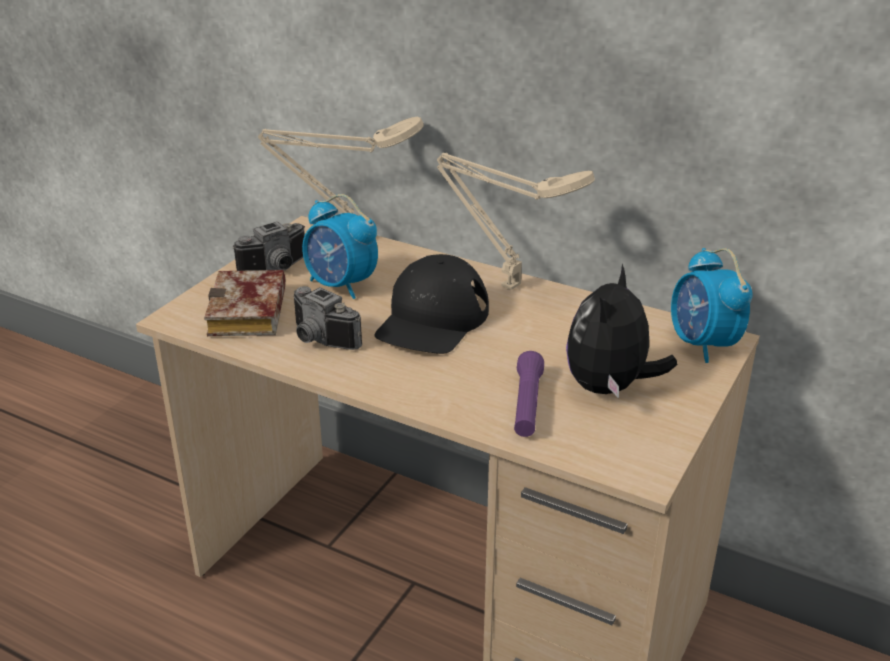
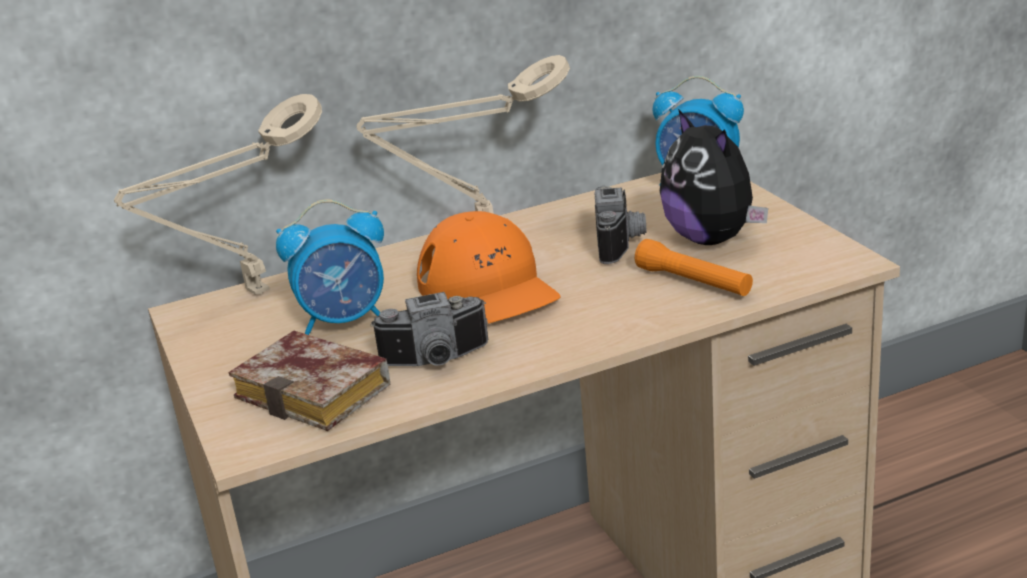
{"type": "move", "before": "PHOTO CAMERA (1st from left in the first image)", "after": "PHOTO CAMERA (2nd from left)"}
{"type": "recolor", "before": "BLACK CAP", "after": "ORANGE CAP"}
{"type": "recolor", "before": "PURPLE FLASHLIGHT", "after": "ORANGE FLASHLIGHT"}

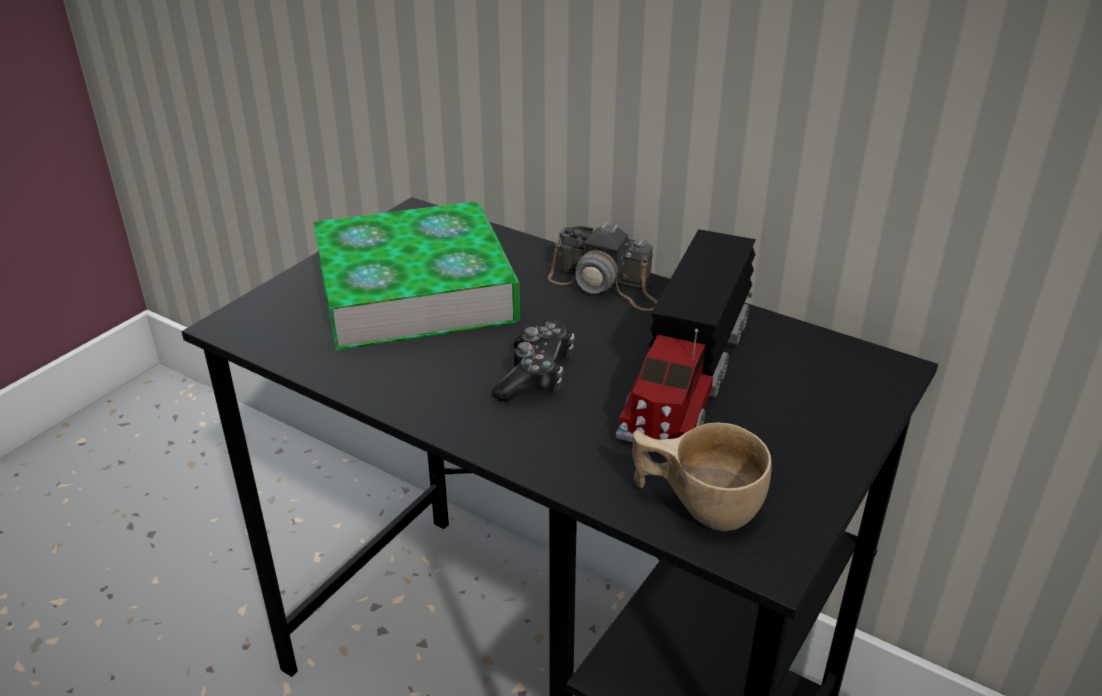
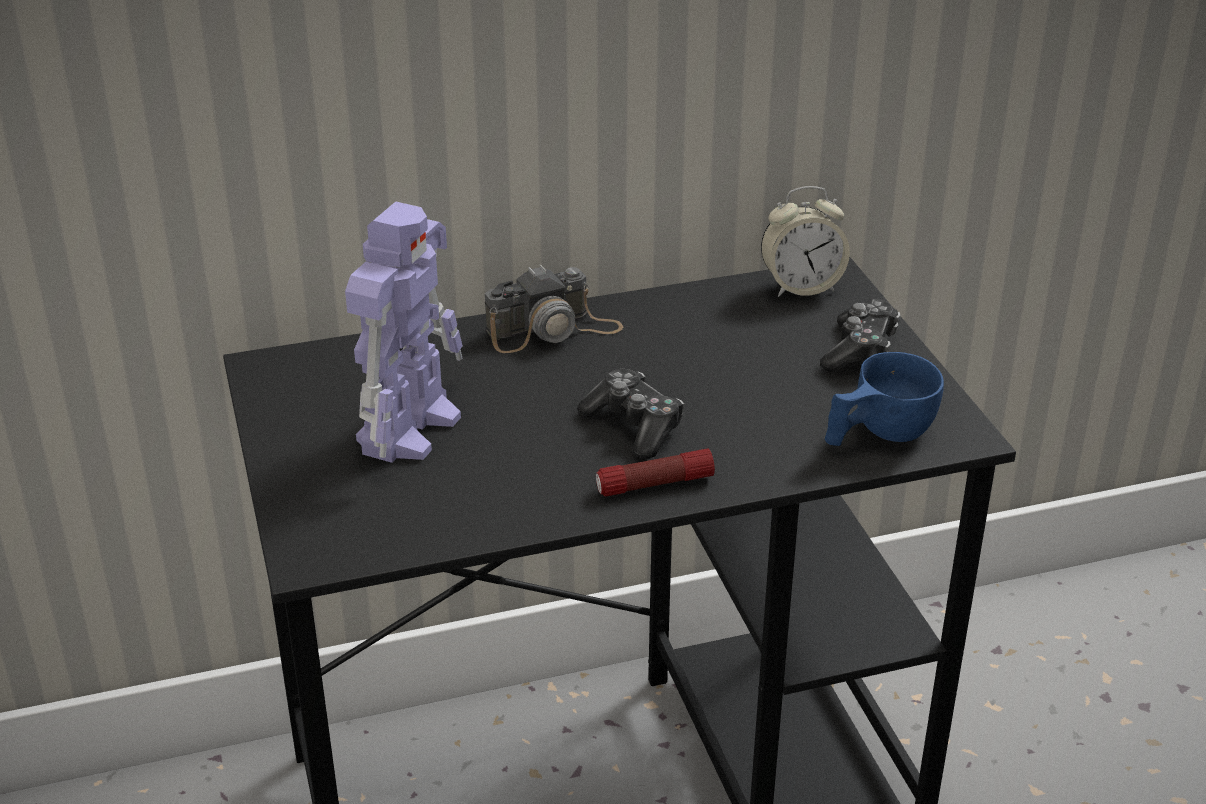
{"type": "replace", "before": "BOOK", "after": "TOY ROBOT"}
{"type": "delete", "before": "TOY TRUCK"}
{"type": "recolor", "before": "BEIGE CUP", "after": "BLUE CUP"}
{"type": "insert", "after": "FLASHLIGHT"}
{"type": "insert", "after": "ALARM CLOCK"}
{"type": "insert", "after": "GAME CONTROLLER (2nd from left)"}

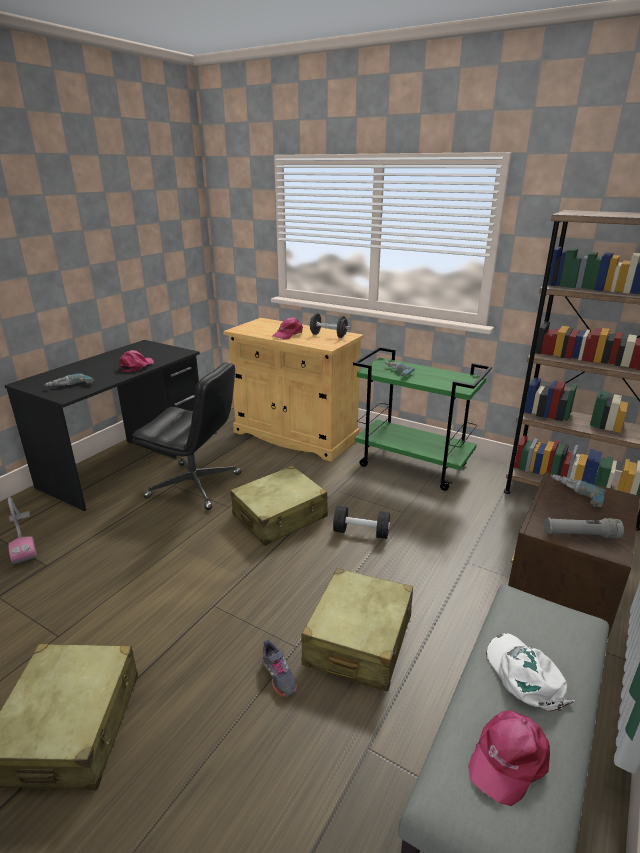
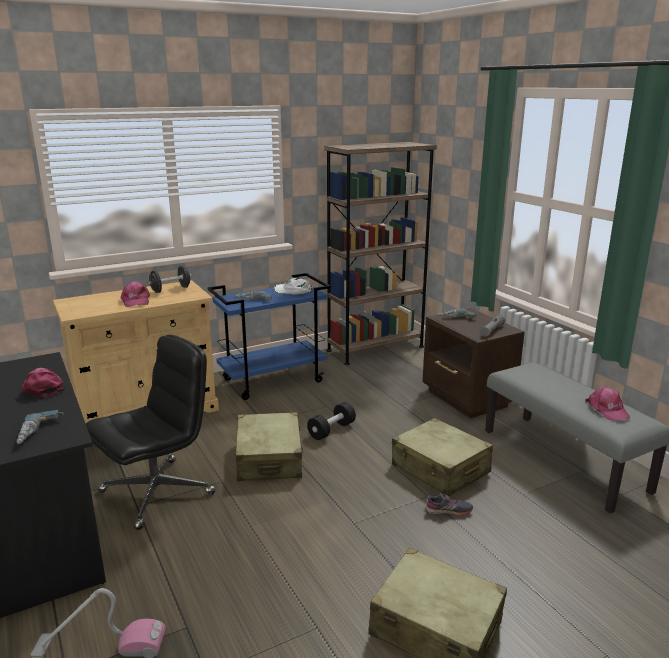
{"type": "recolor", "before": "GREEN CART", "after": "BLUE CART"}
{"type": "move", "before": "WHITE CAP"}

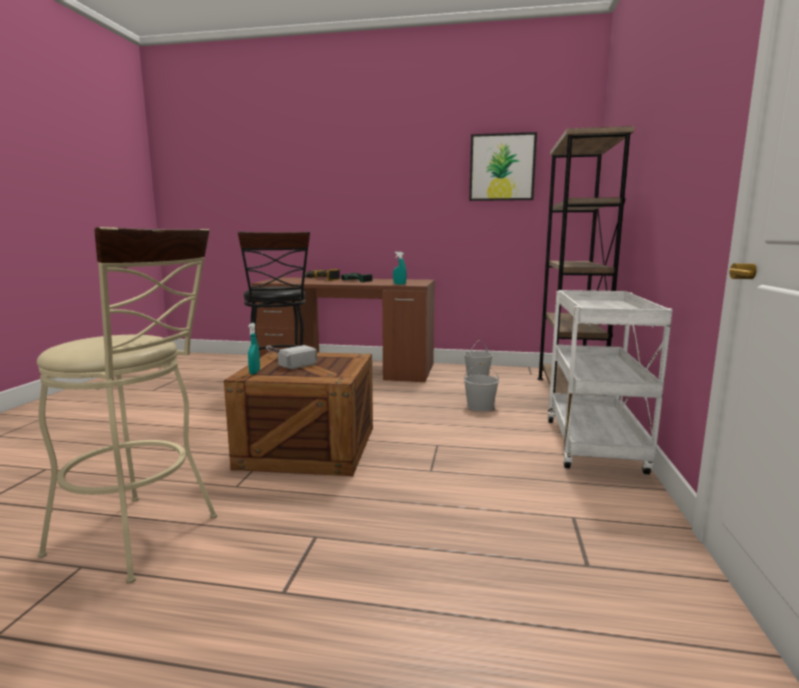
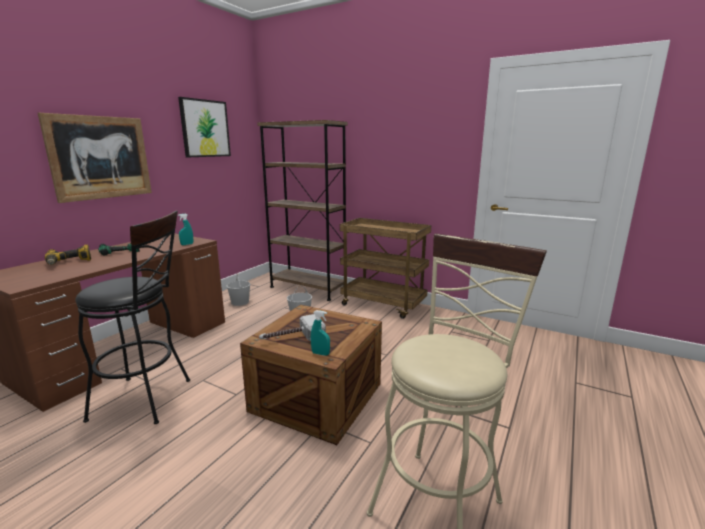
{"type": "recolor", "before": "WHITE CART", "after": "BROWN CART"}
{"type": "insert", "after": "PICTURE (1st from left)"}

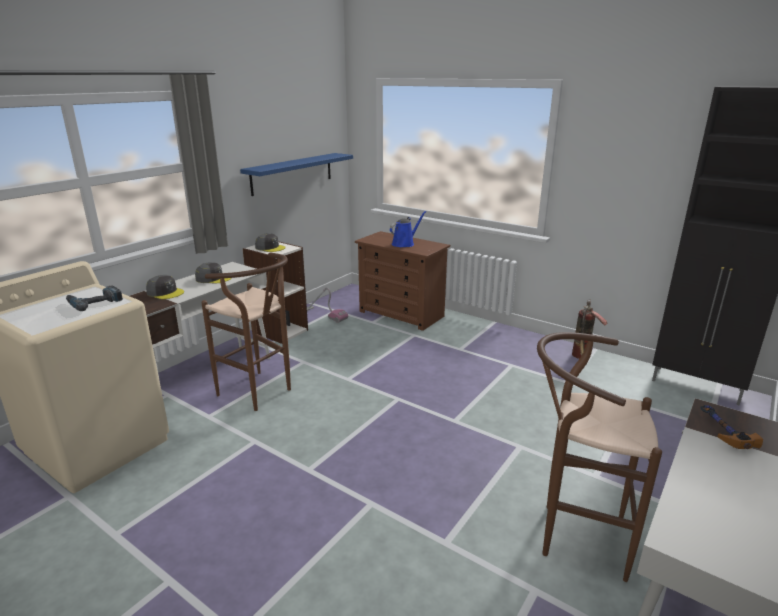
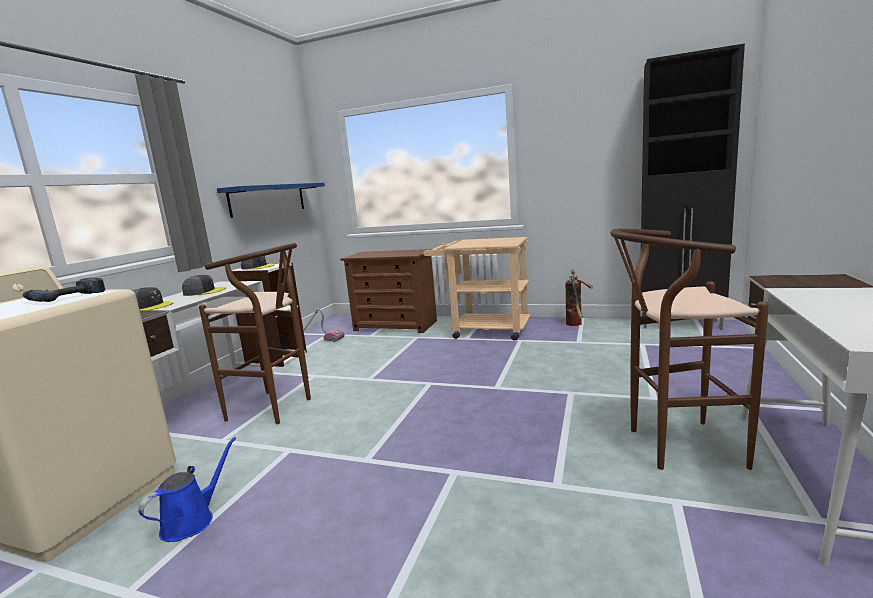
{"type": "move", "before": "BLUE WATERING CAN"}
{"type": "delete", "before": "HAMMER"}
{"type": "insert", "after": "BEIGE CART"}

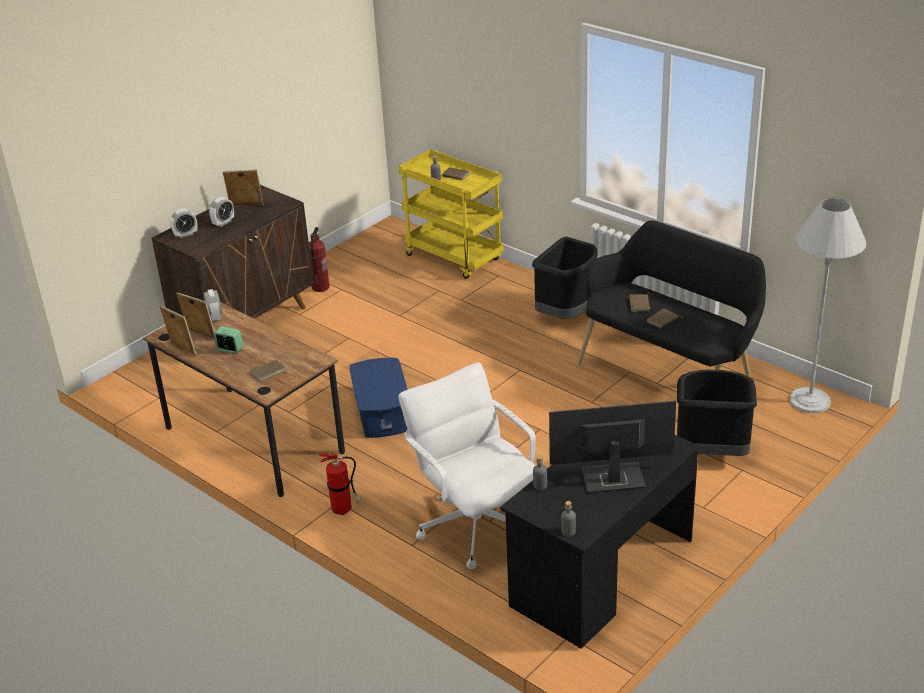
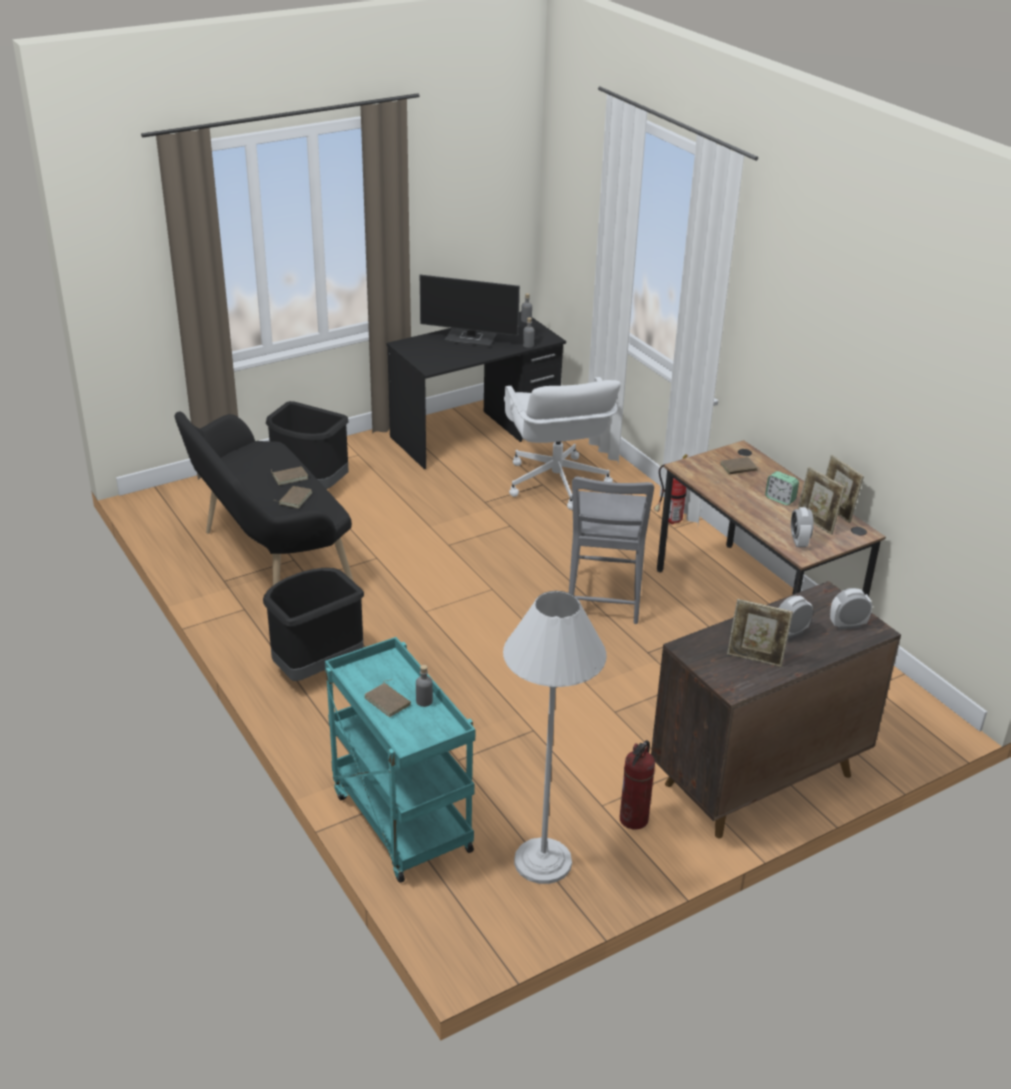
{"type": "replace", "before": "BLUE STORAGE BOX", "after": "GREY CHAIR"}
{"type": "recolor", "before": "YELLOW CART", "after": "TURQUOISE CART"}
{"type": "move", "before": "WHITE FLOOR LAMP"}

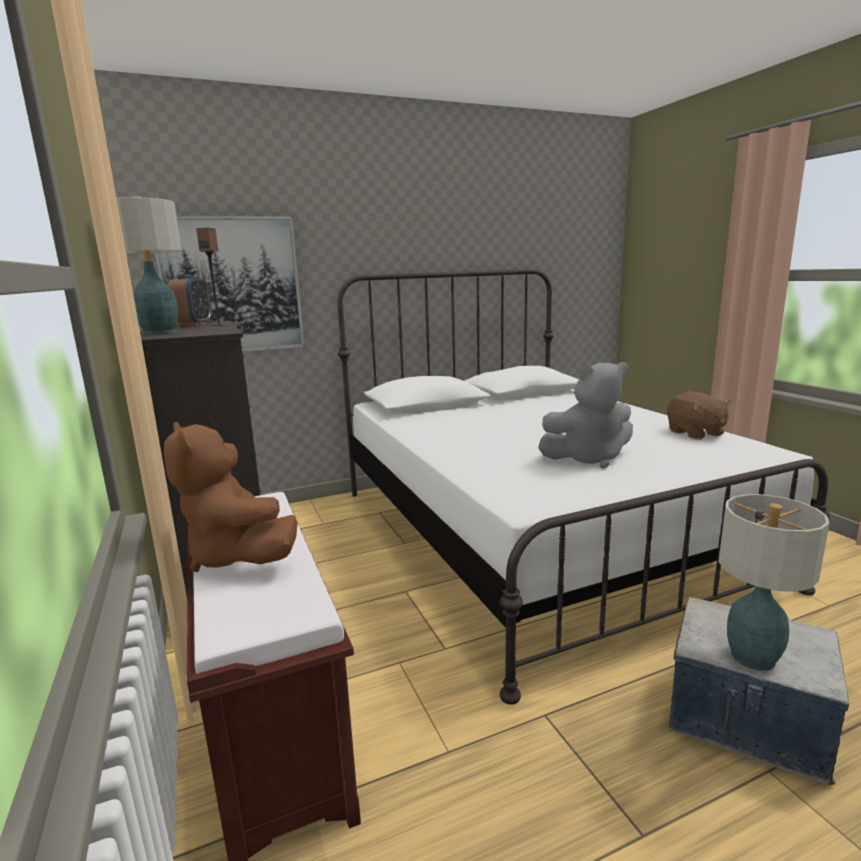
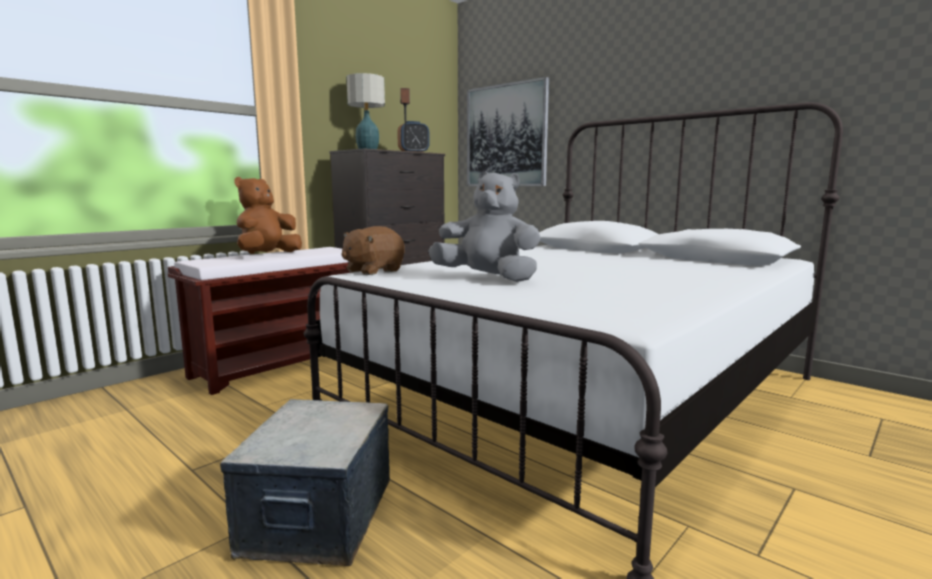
{"type": "rotate", "before": "GREY PLUSH TOY", "turn": 150}
{"type": "move", "before": "BROWN PLUSH TOY (2nd from left)"}
{"type": "delete", "before": "TABLE LAMP (2nd from left)"}

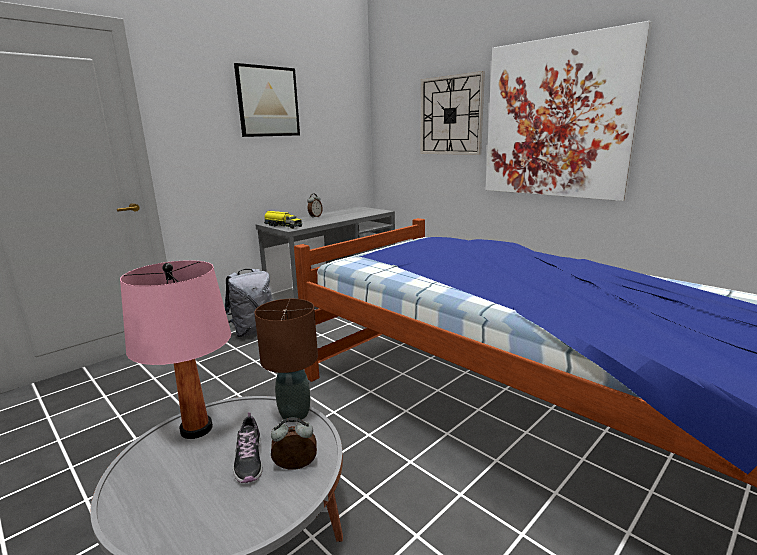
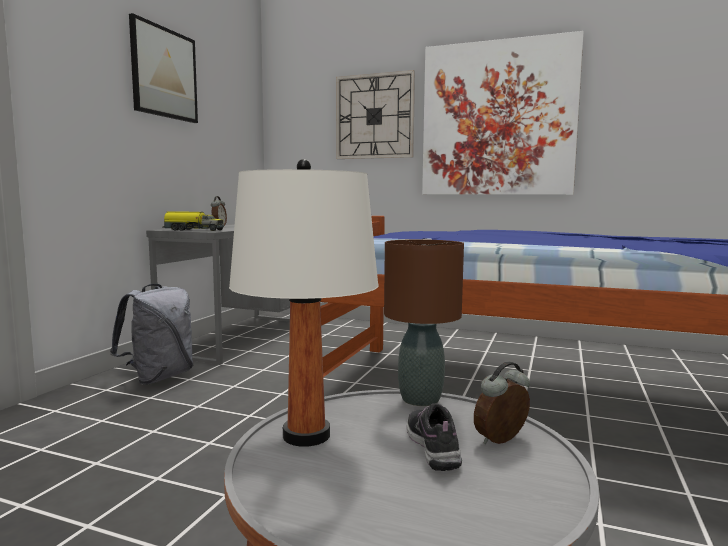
{"type": "recolor", "before": "PINK TABLE LAMP", "after": "WHITE TABLE LAMP"}
{"type": "rotate", "before": "SHOE", "turn": -150}

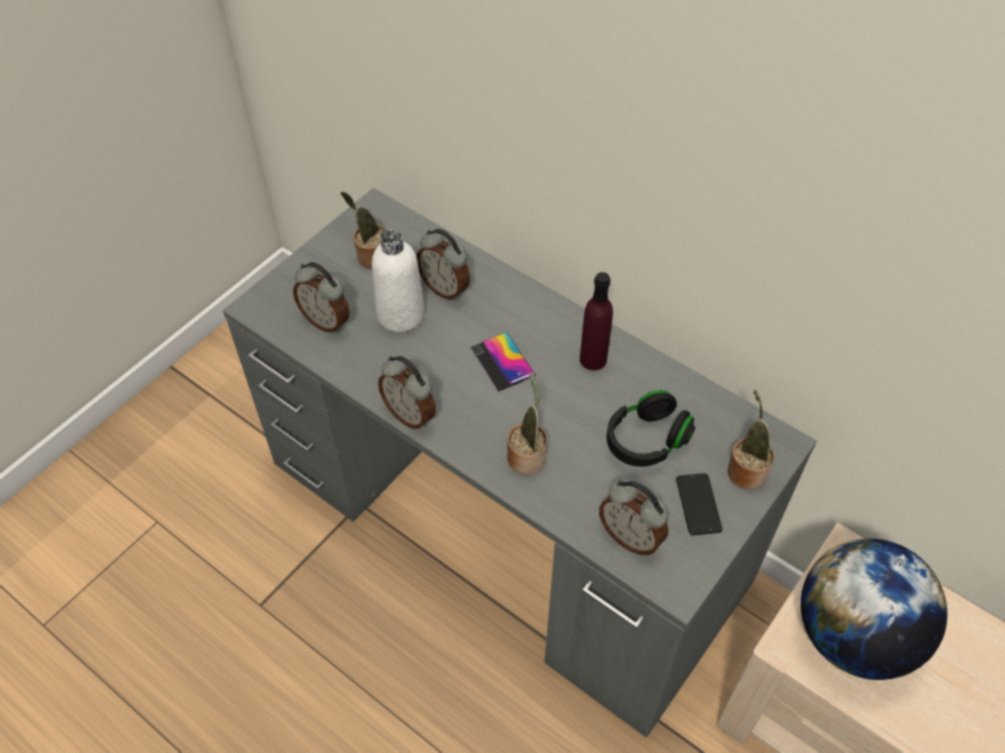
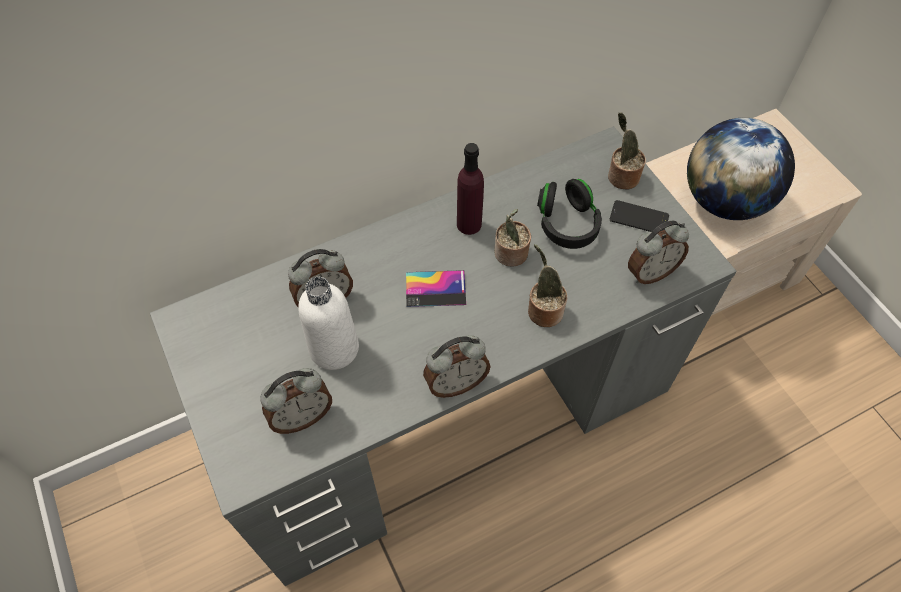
{"type": "move", "before": "POTTED PLANT (1st from left)"}

